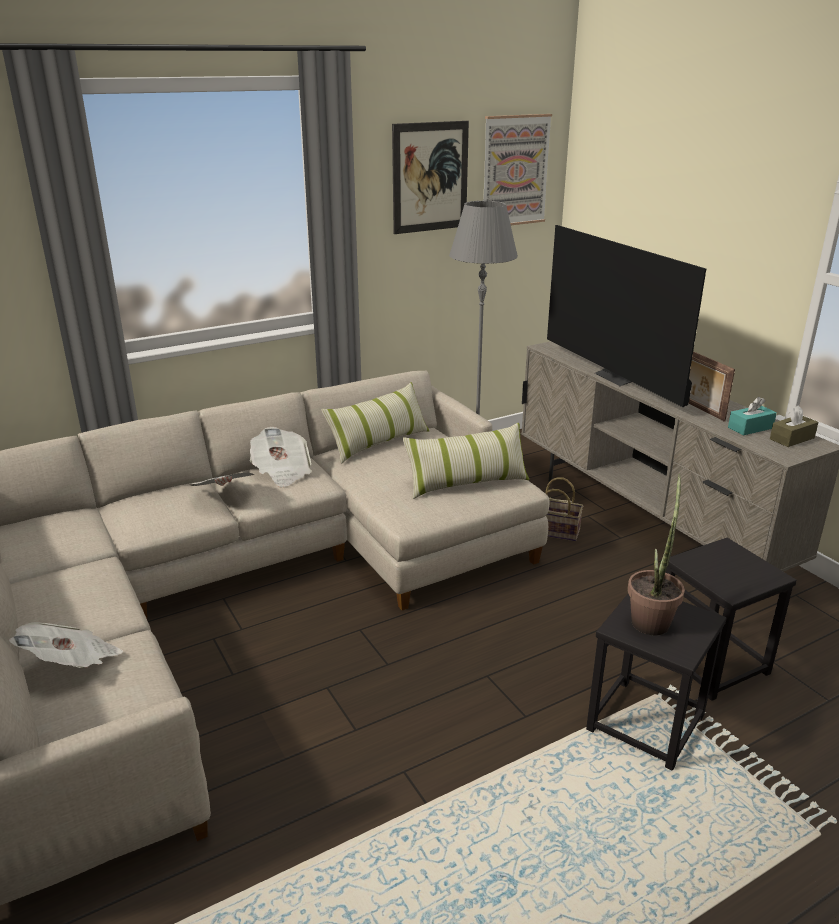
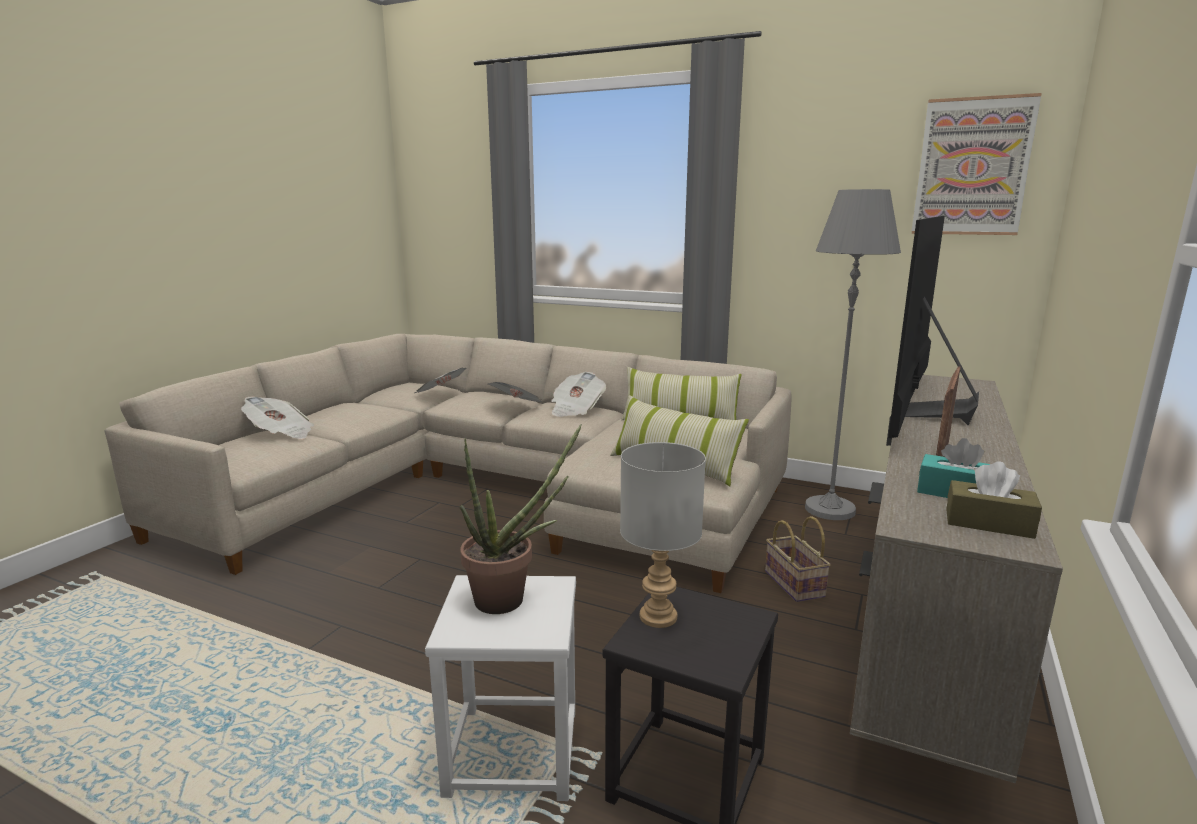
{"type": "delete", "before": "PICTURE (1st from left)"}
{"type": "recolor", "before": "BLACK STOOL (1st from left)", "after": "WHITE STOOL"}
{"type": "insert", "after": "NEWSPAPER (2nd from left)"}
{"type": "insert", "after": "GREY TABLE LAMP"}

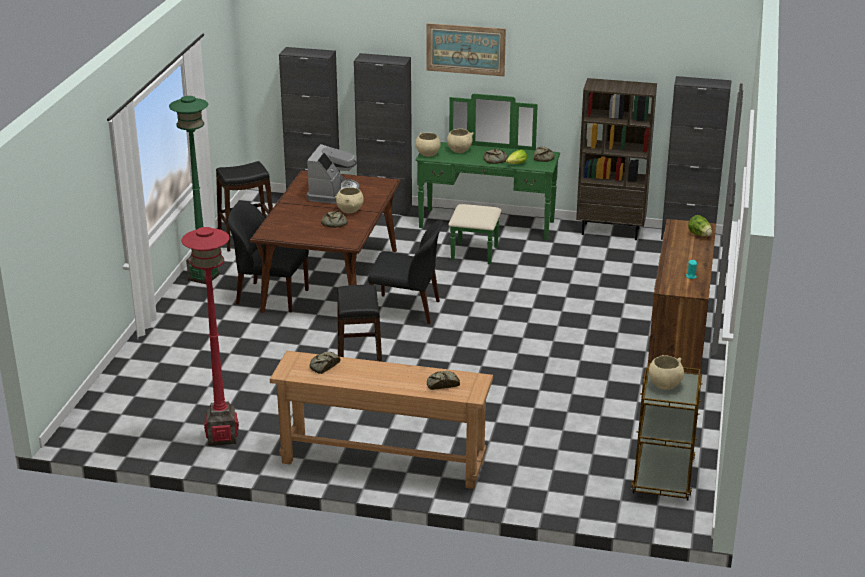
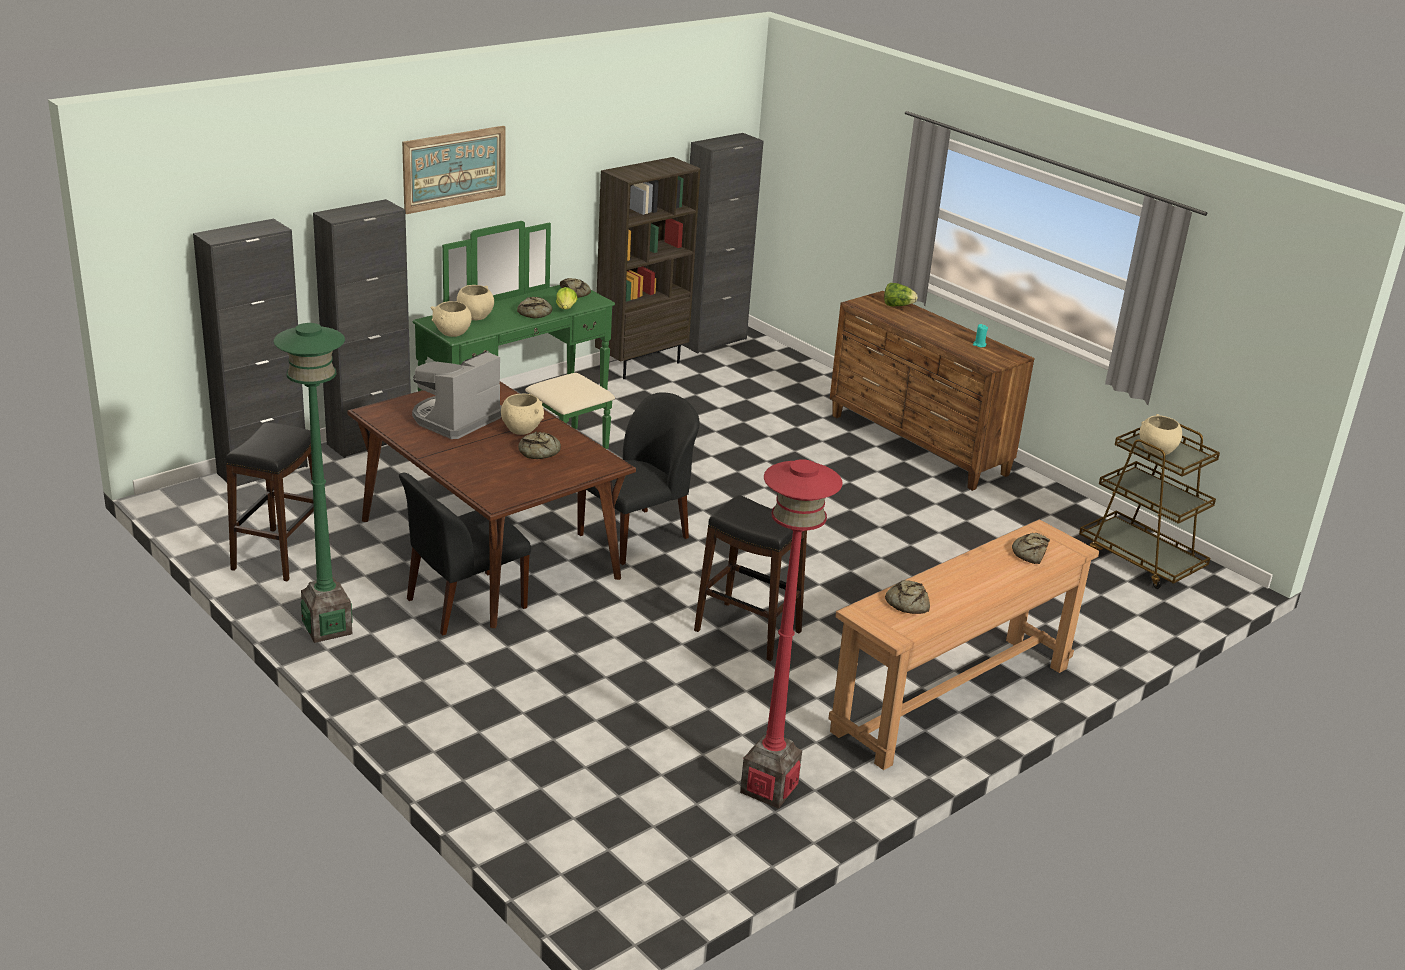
{"type": "rotate", "before": "COFFEE MACHINE", "turn": -105}

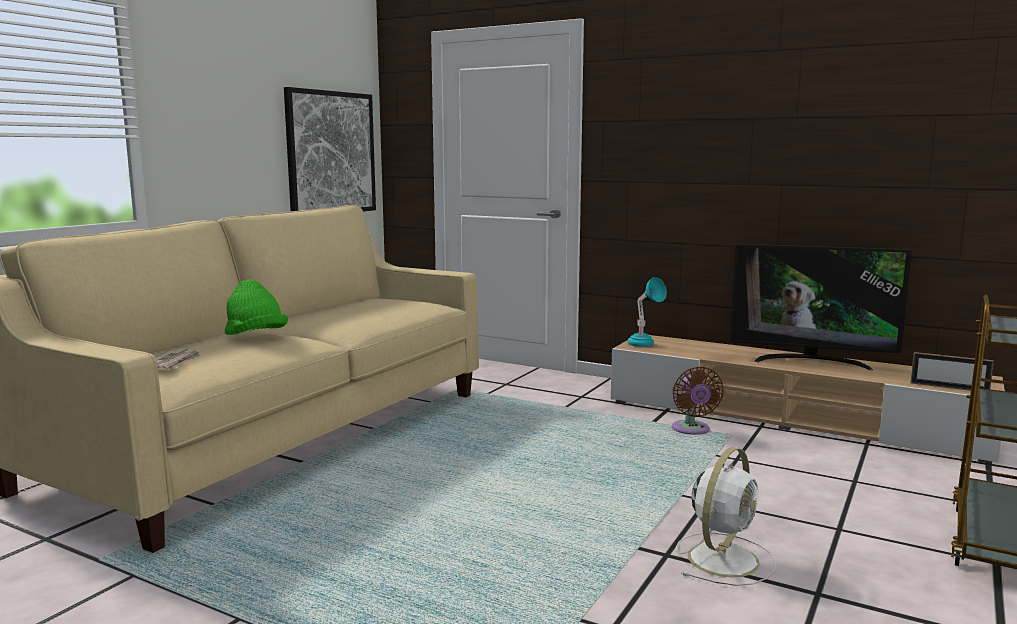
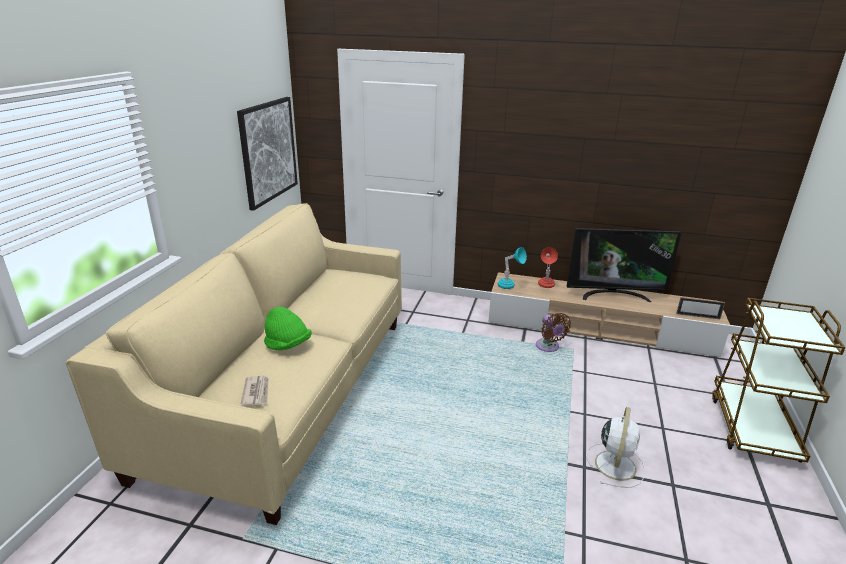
{"type": "insert", "after": "RED TABLE LAMP"}

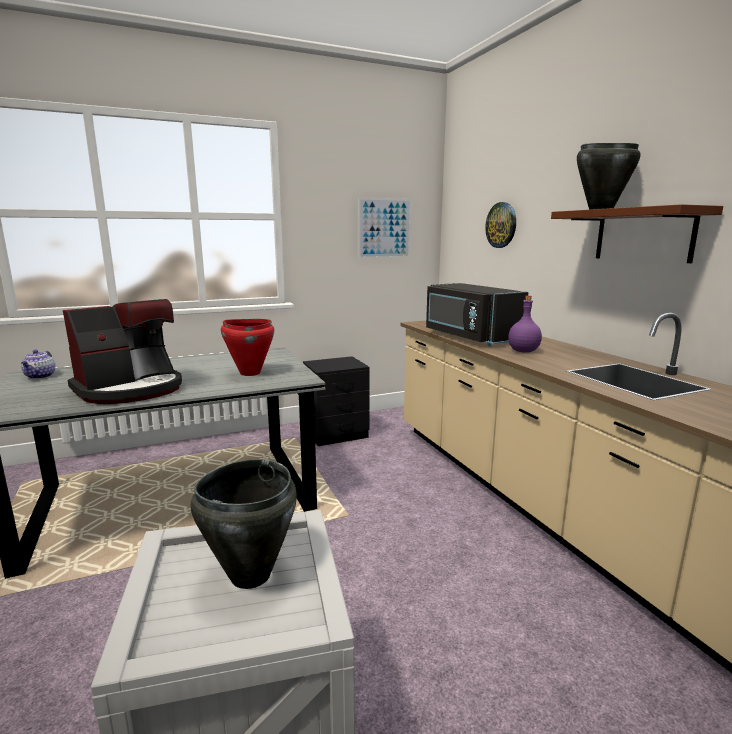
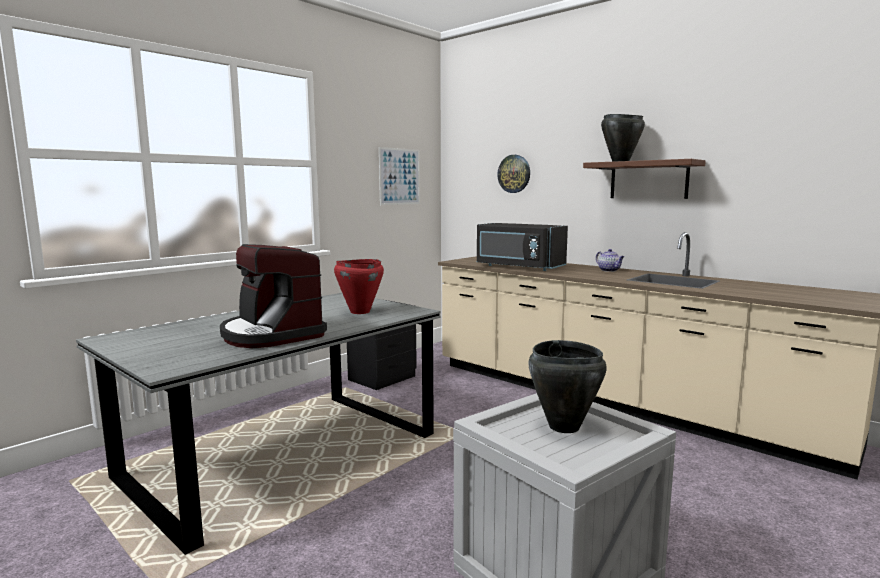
{"type": "move", "before": "TEAPOT"}
{"type": "rotate", "before": "COFFEE MACHINE", "turn": 120}
{"type": "delete", "before": "PURPLE BOTTLE"}

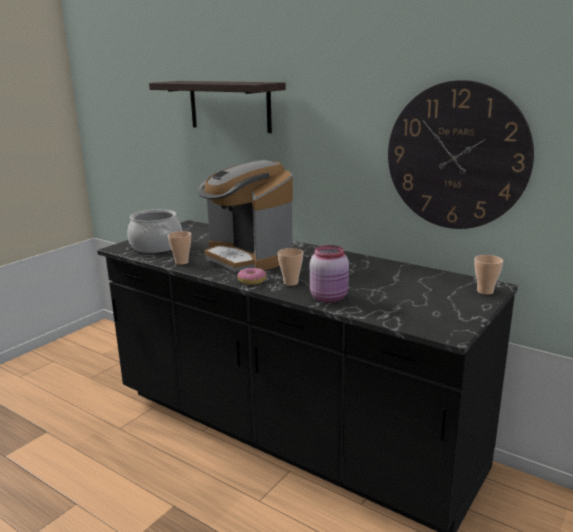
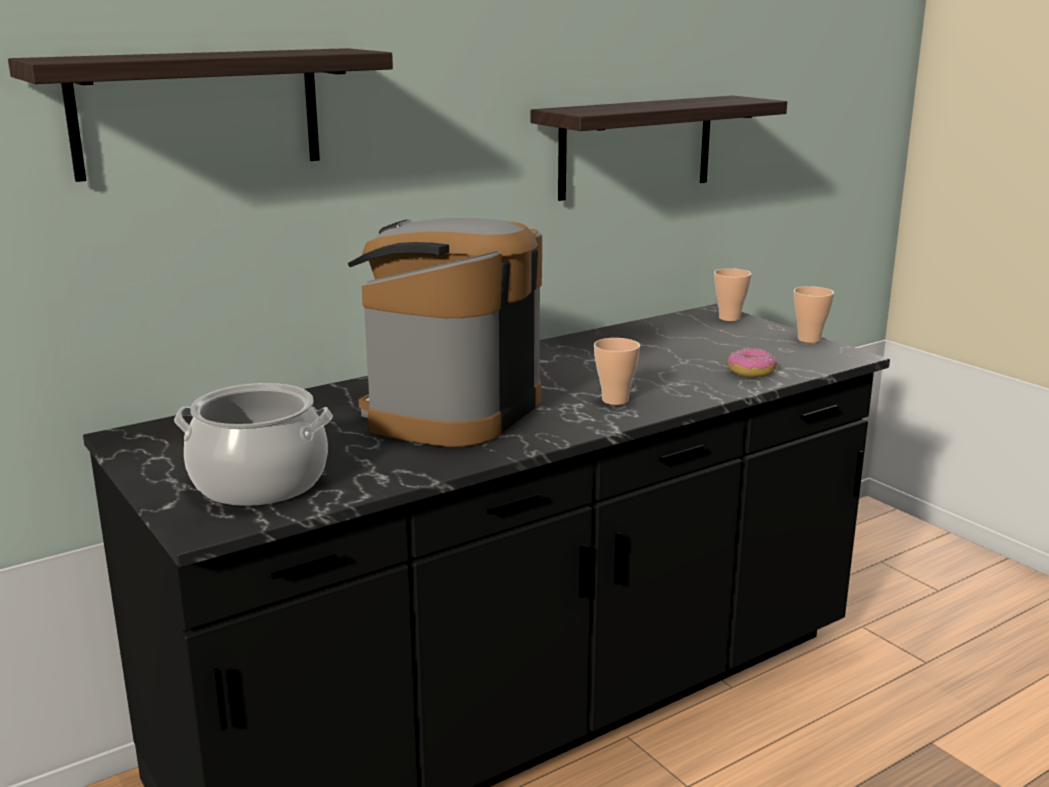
{"type": "move", "before": "CUP (1st from left in the first image)", "after": "CUP (3rd from left)"}
{"type": "rotate", "before": "COFFEE MACHINE", "turn": 135}
{"type": "move", "before": "DONUT"}
{"type": "delete", "before": "PINK JAR"}
{"type": "replace", "before": "WALL CLOCK", "after": "SHELF (2nd from left)"}

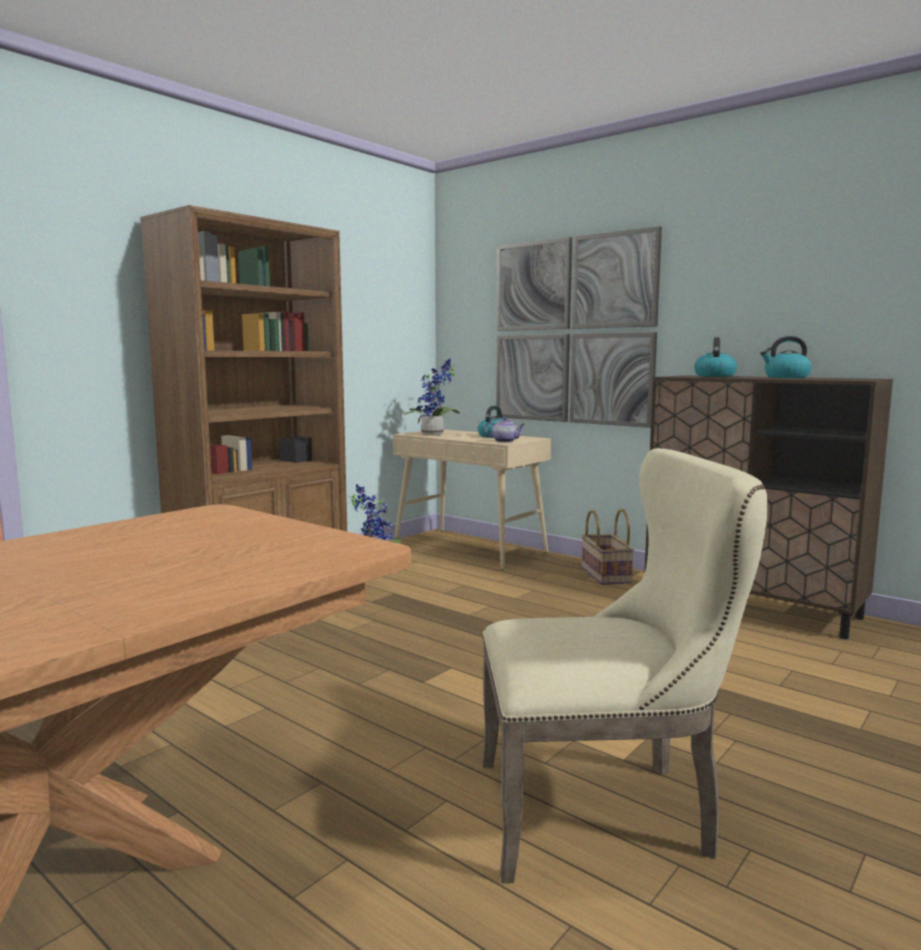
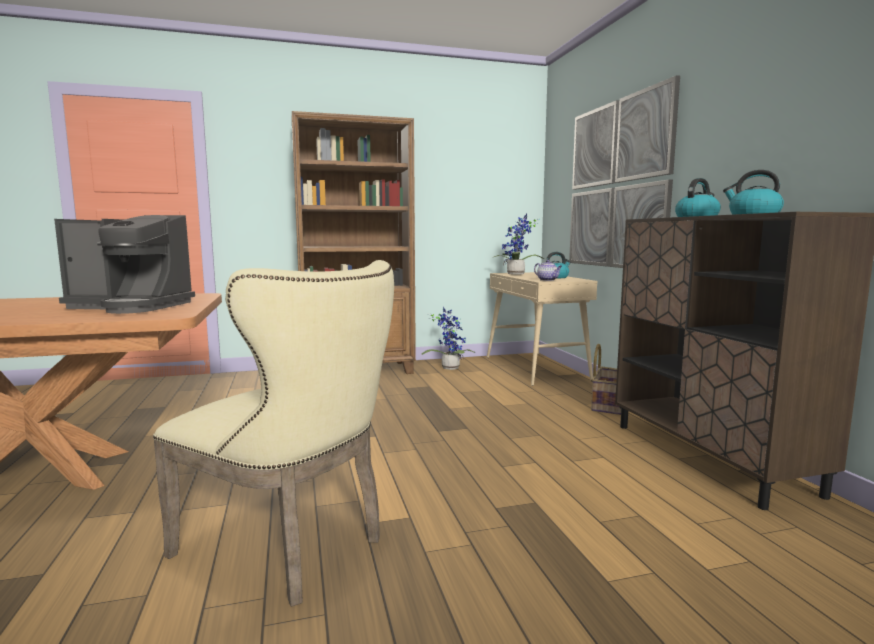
{"type": "insert", "after": "COFFEE MACHINE"}

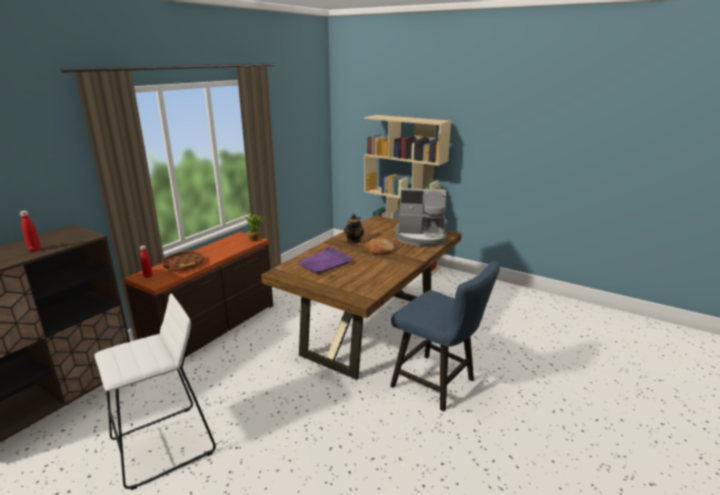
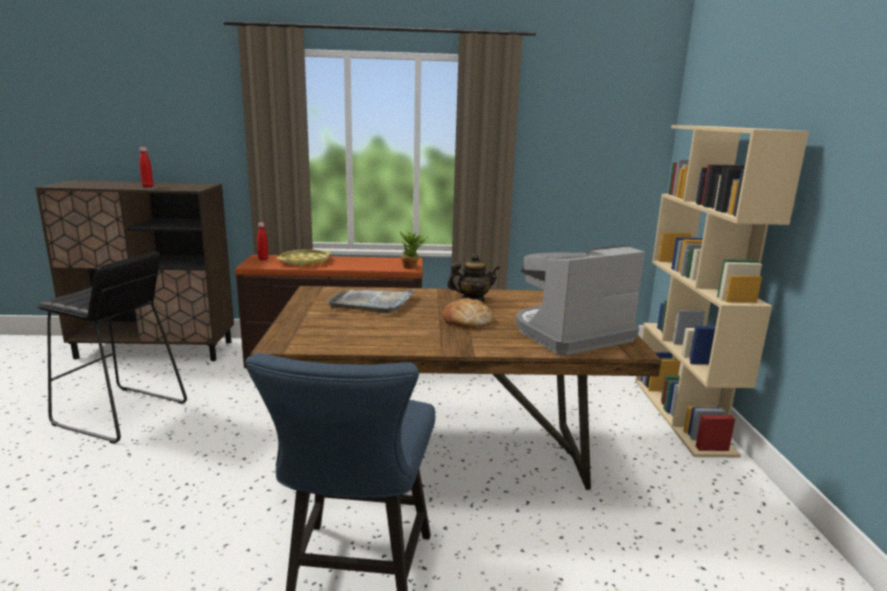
{"type": "recolor", "before": "WHITE STOOL", "after": "BLACK STOOL"}
{"type": "recolor", "before": "BROWN TRAY", "after": "YELLOW TRAY"}
{"type": "recolor", "before": "PURPLE TRAY", "after": "GREY TRAY"}
{"type": "rotate", "before": "COFFEE MACHINE", "turn": 90}

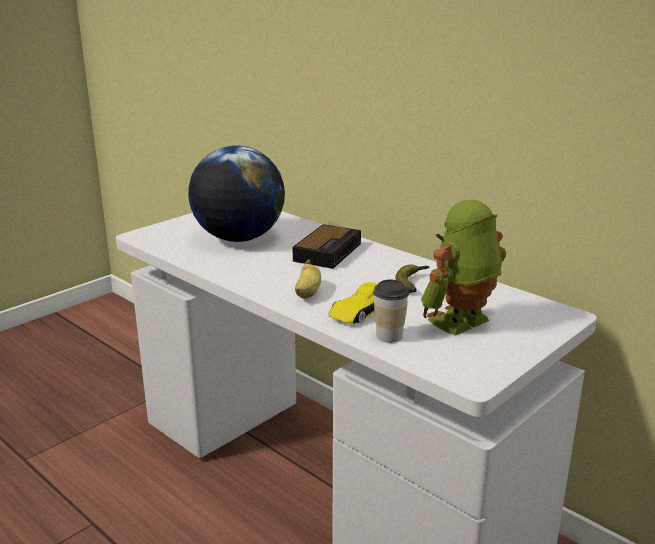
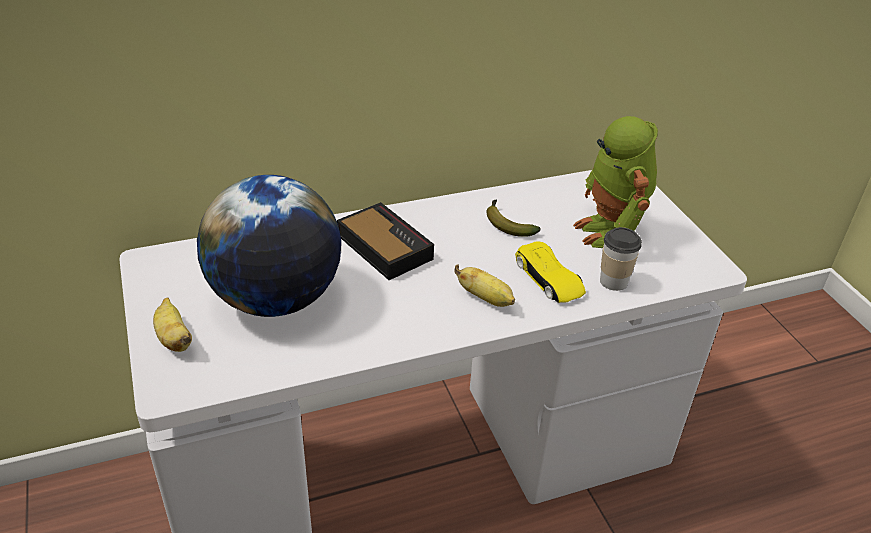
{"type": "insert", "after": "BANANA (1st from left)"}

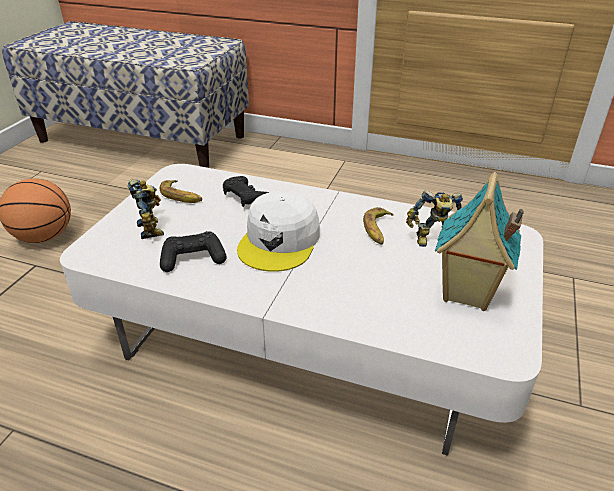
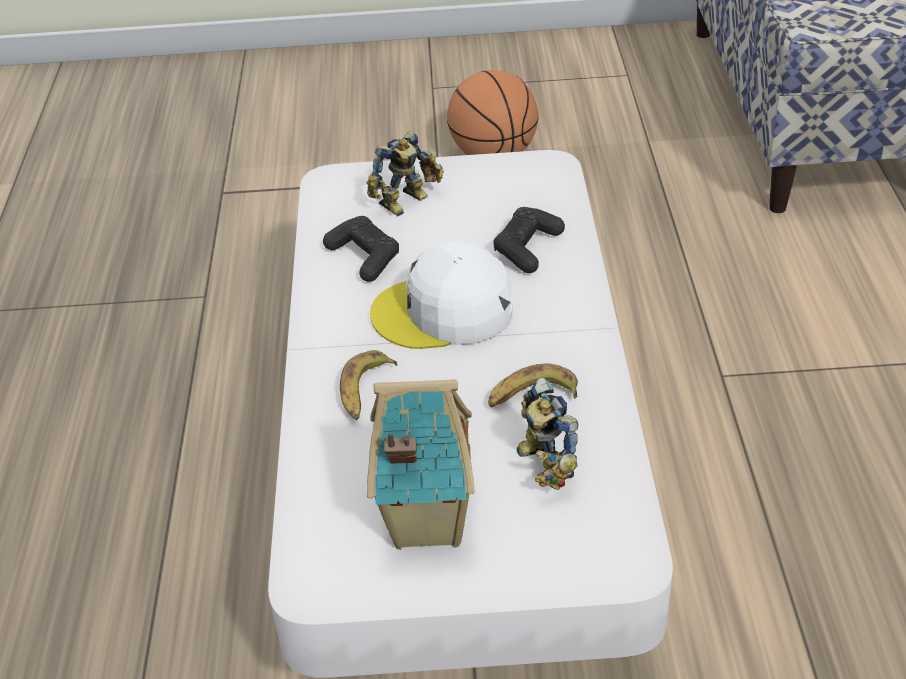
{"type": "move", "before": "BANANA (1st from left)"}

